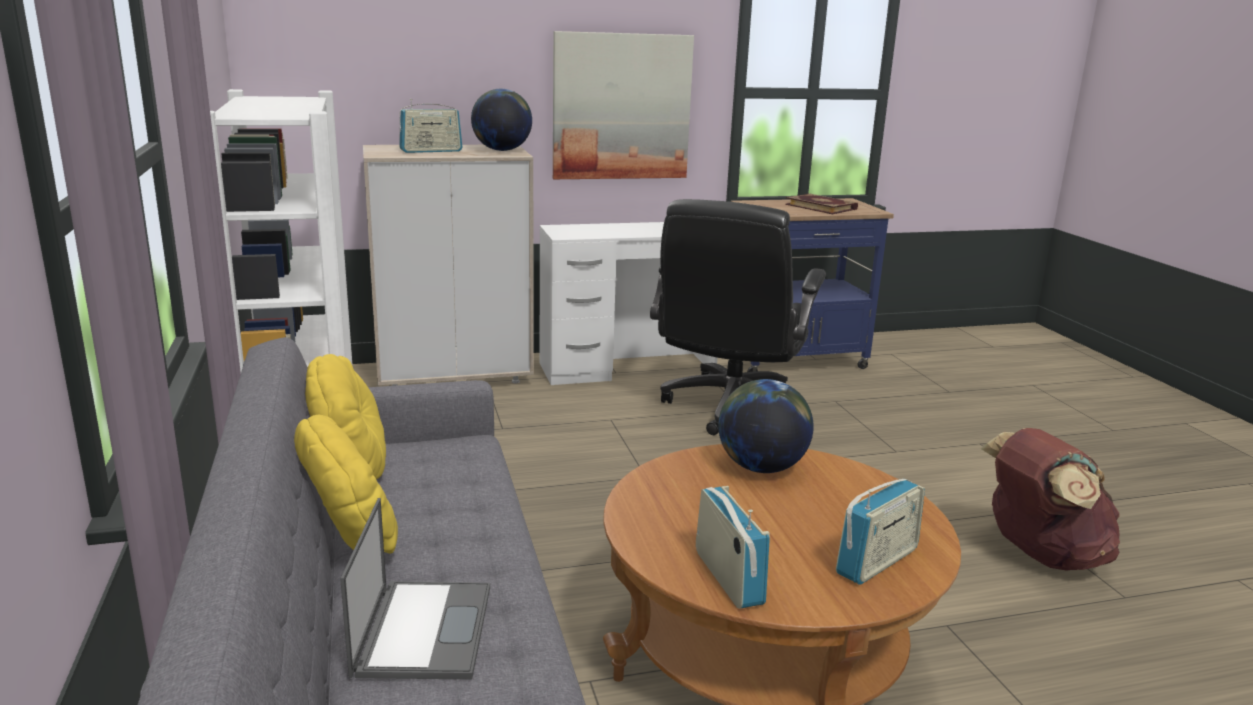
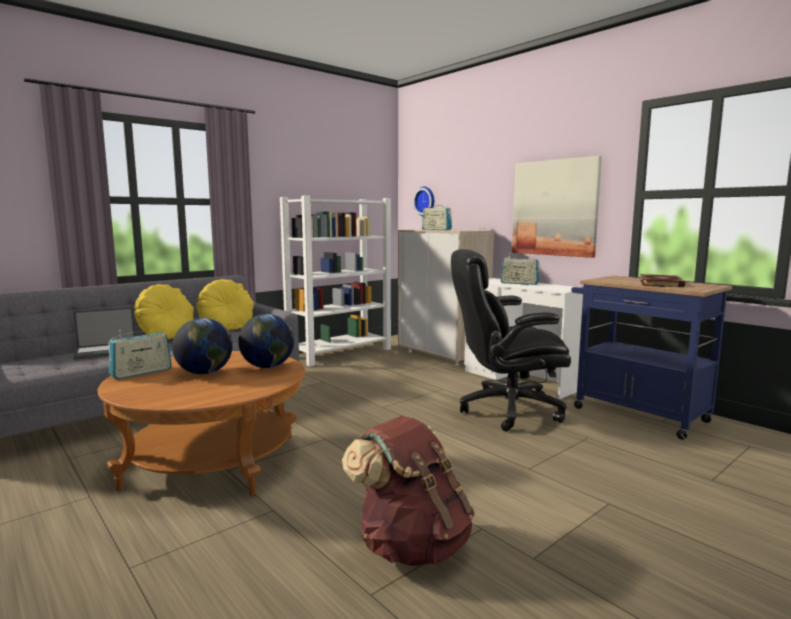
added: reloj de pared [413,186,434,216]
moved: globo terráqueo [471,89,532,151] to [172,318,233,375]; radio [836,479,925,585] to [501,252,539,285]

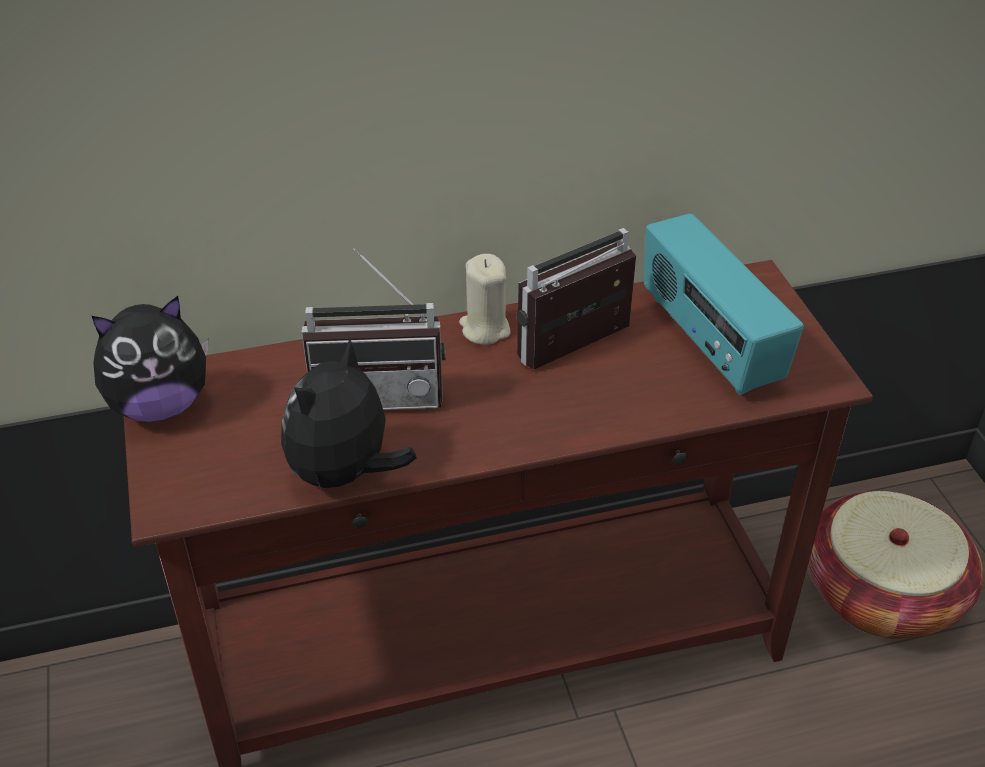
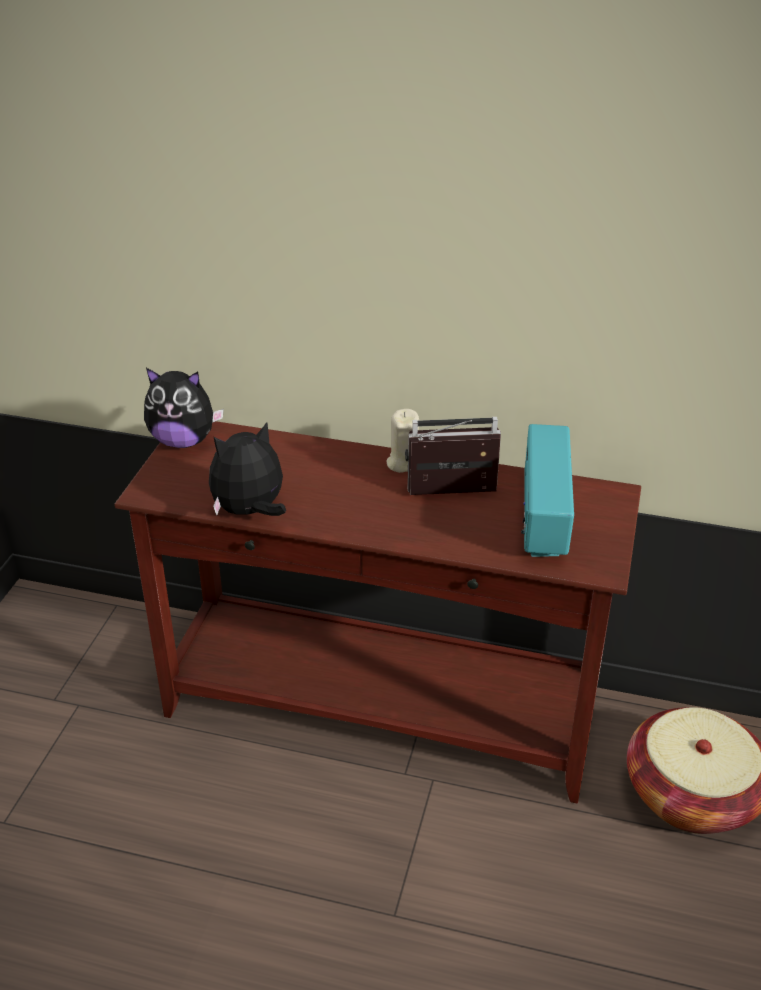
removed: radio [302,248,445,410]

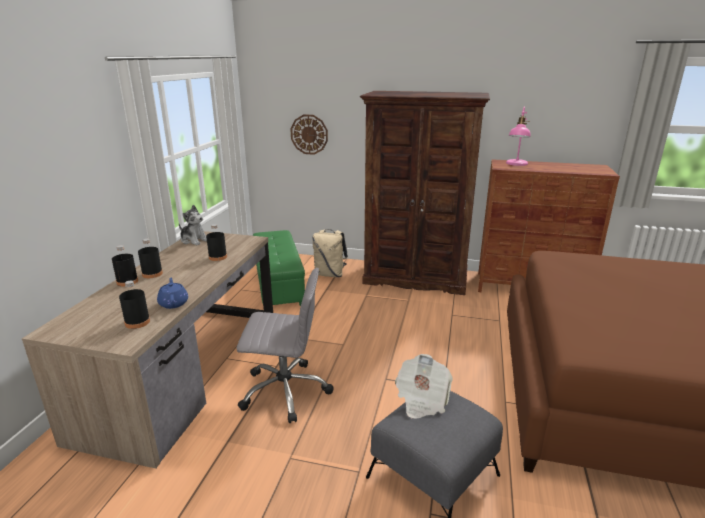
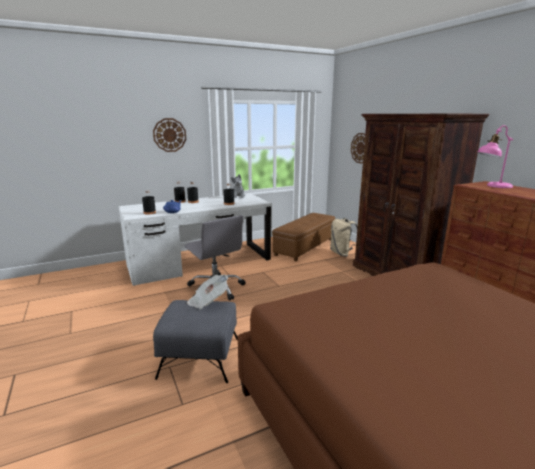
added: reloj de pared [153,118,186,152]
recoloured: escritorio [marrón] [22,231,273,468] to escritorio [blanco] [119,193,271,286]; puf [verde] [253,230,305,306] to puf [marrón] [272,213,335,261]

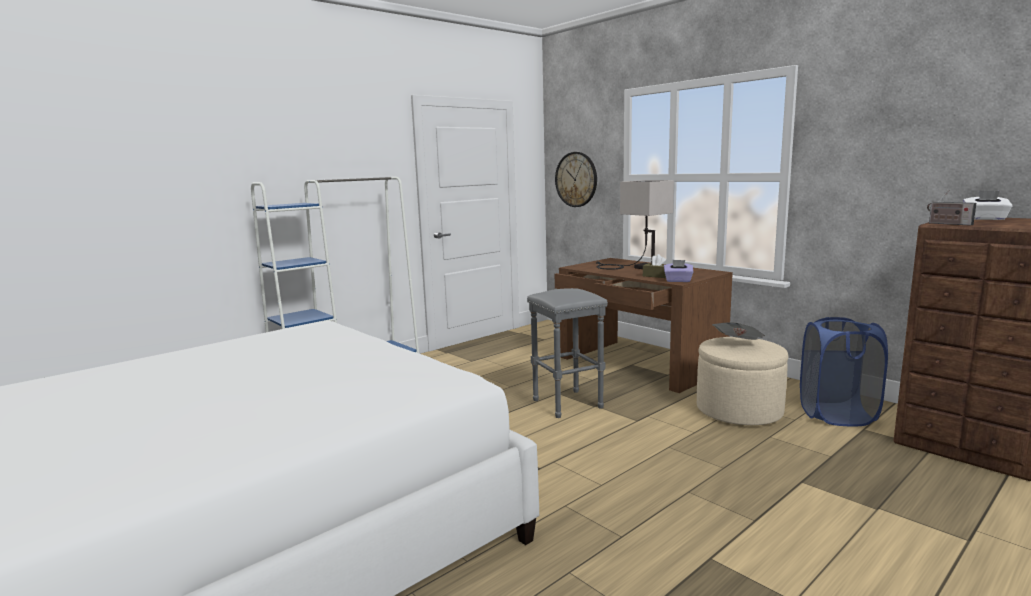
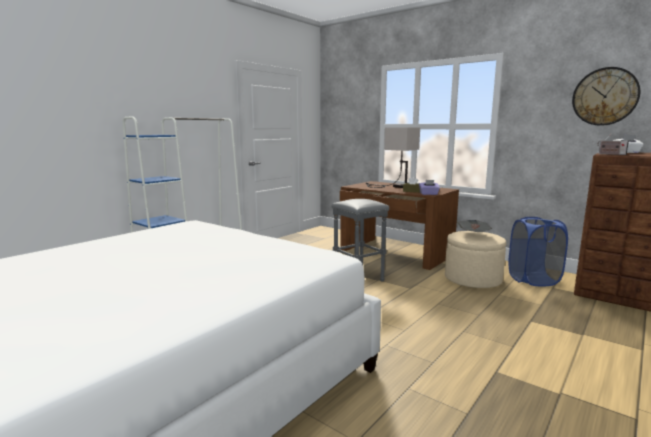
moved: reloj de pared [555,152,597,207] to [572,67,640,126]

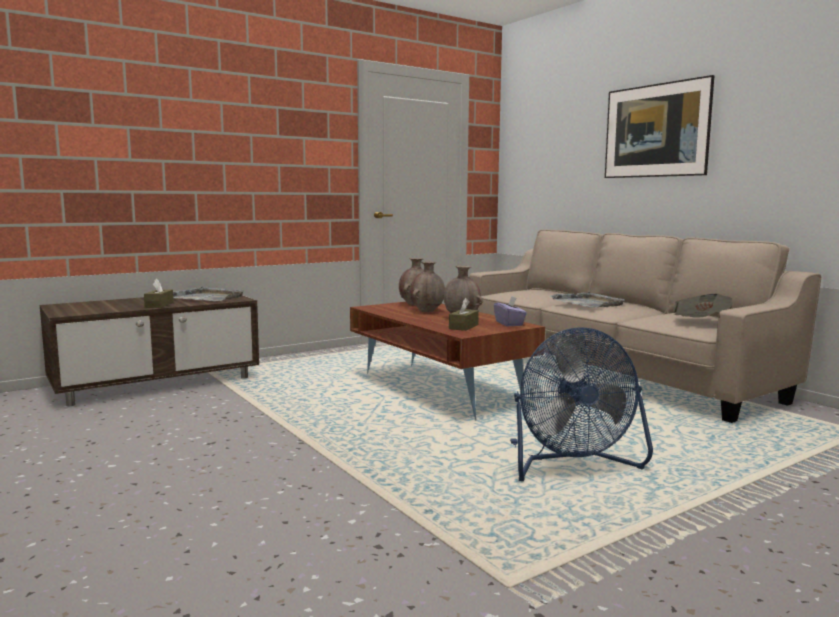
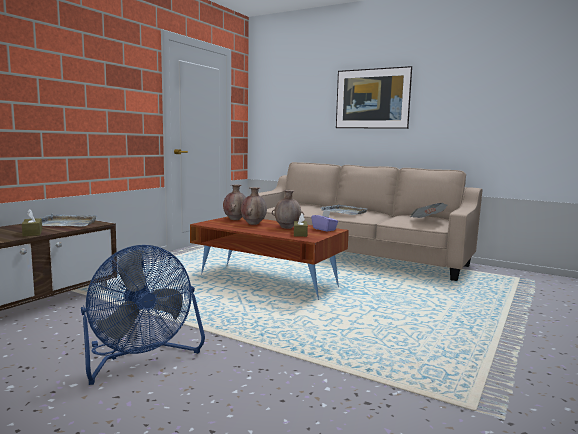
moved: ventilador [azul] [510,327,653,481] to [81,245,205,385]

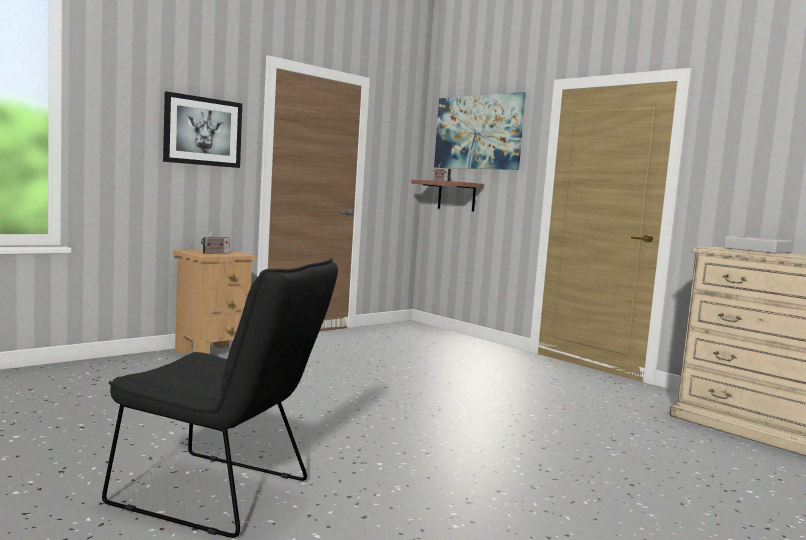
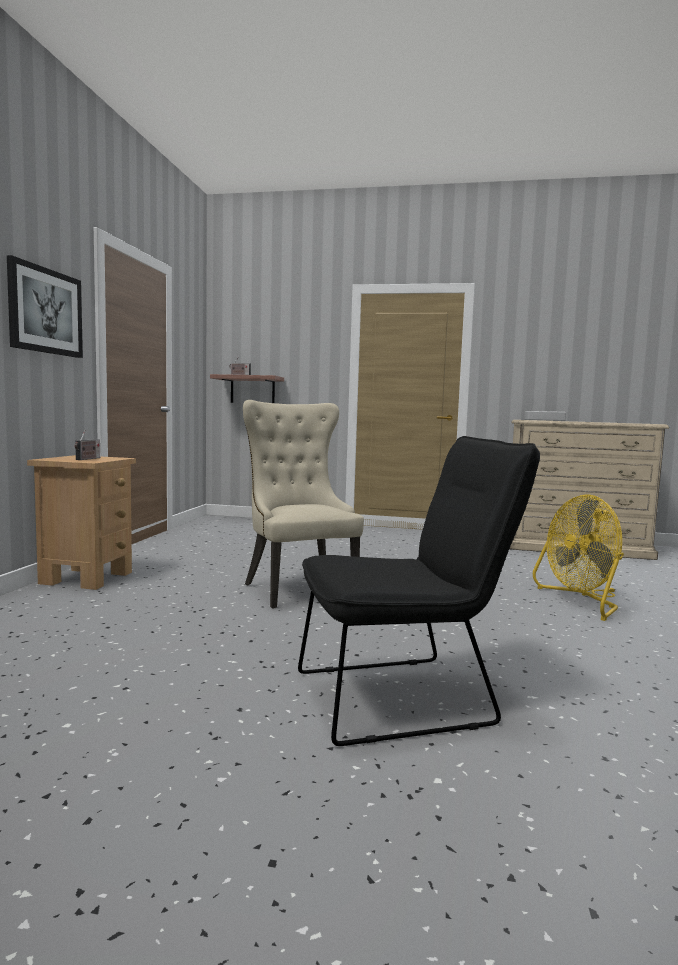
removed: cuadro [434,92,526,170]
added: silla [beis] [243,400,364,608]; ventilador [amarillo] [533,495,624,621]

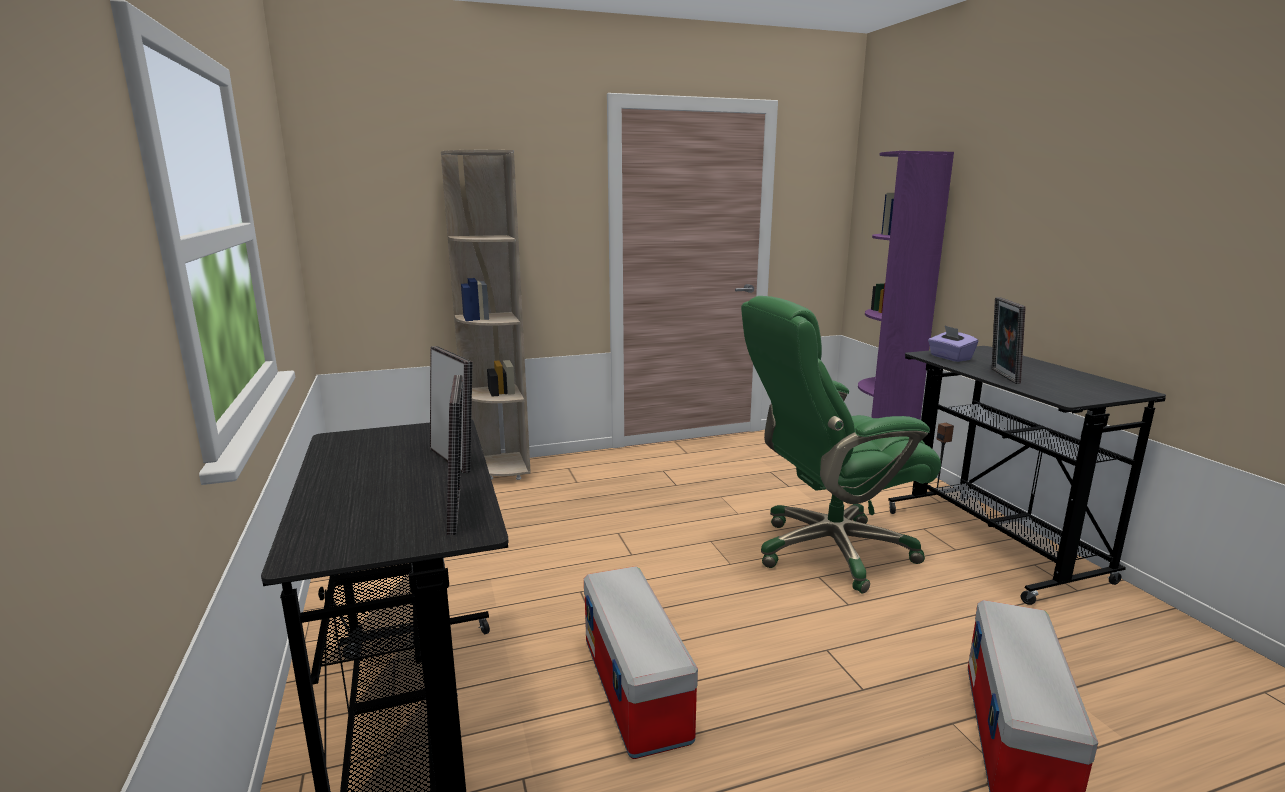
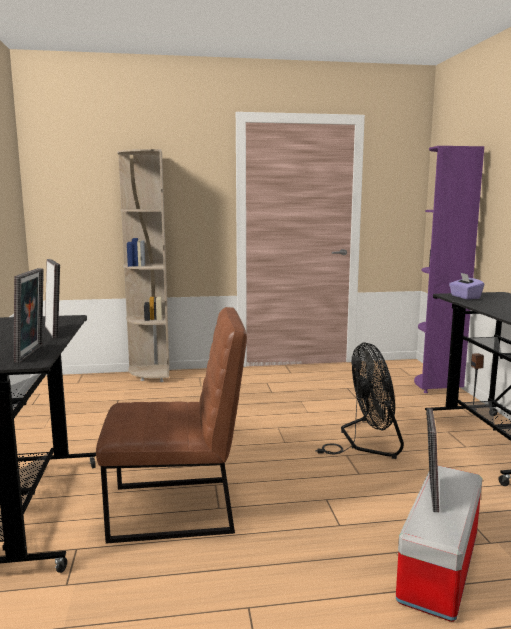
moved: portarretratos [991,297,1025,384] to [427,408,439,512]
replaced: caja de almacenaje [584,566,698,759] to silla [marrón] [96,307,247,544]; silla de oficina [verde] [741,296,941,594] to ventilador [negro] [315,342,404,459]

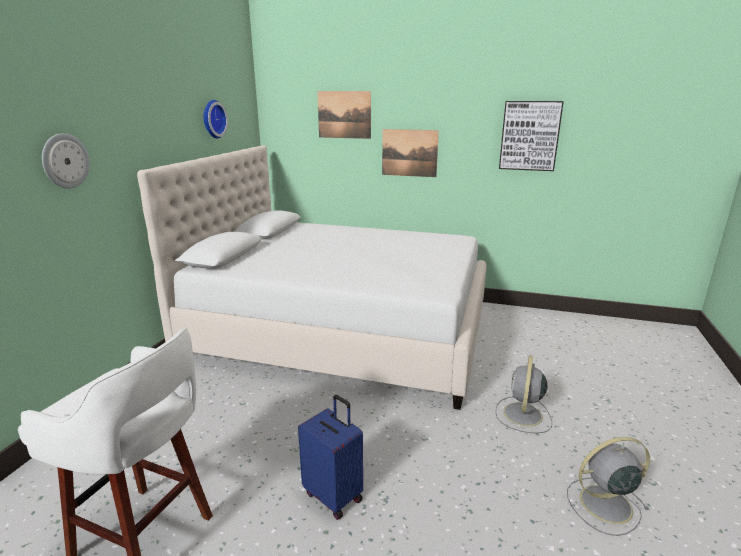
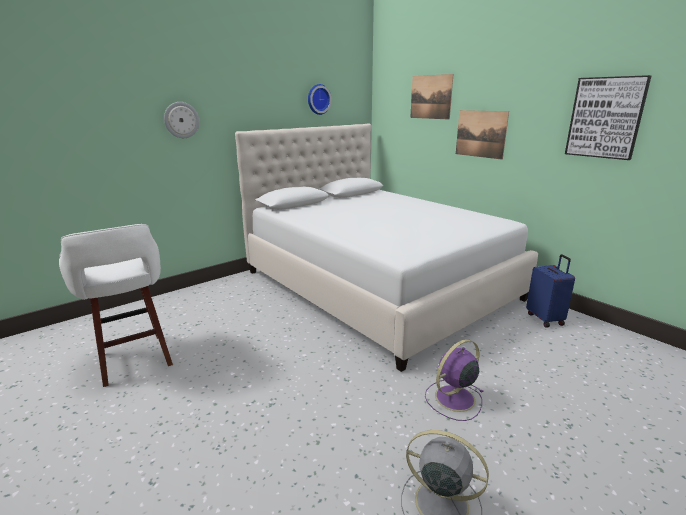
moved: maleta [azul] [298,395,363,520] to [526,254,575,328]
recoloured: ventilador [gris] [495,355,552,433] to ventilador [morado] [425,339,483,421]

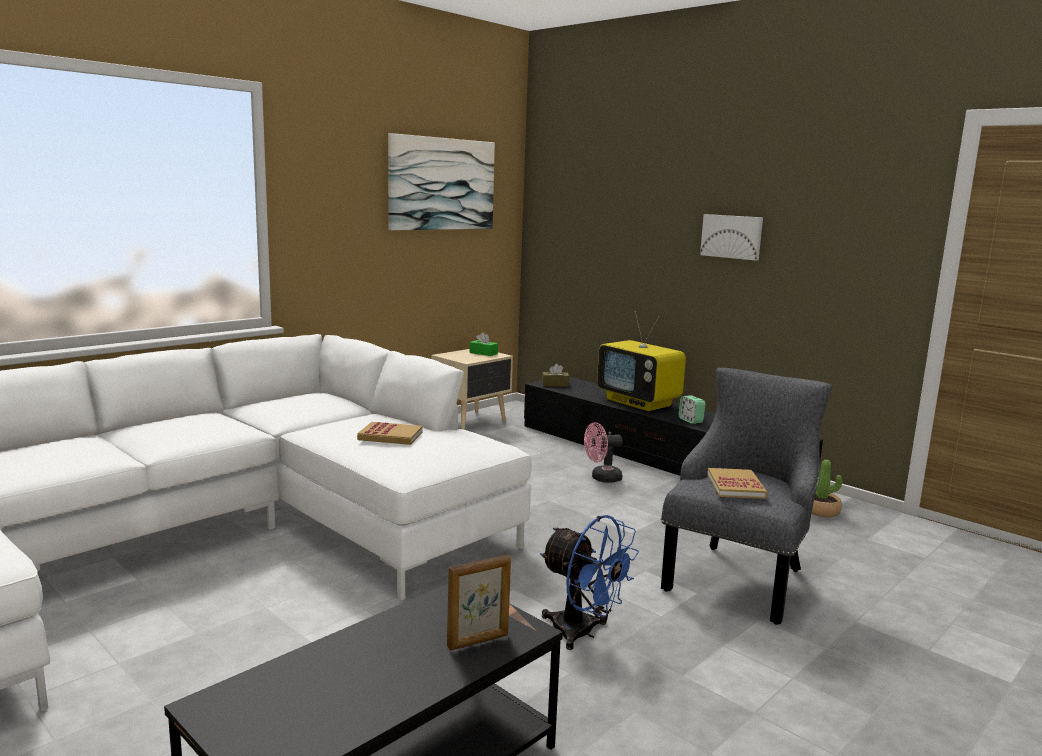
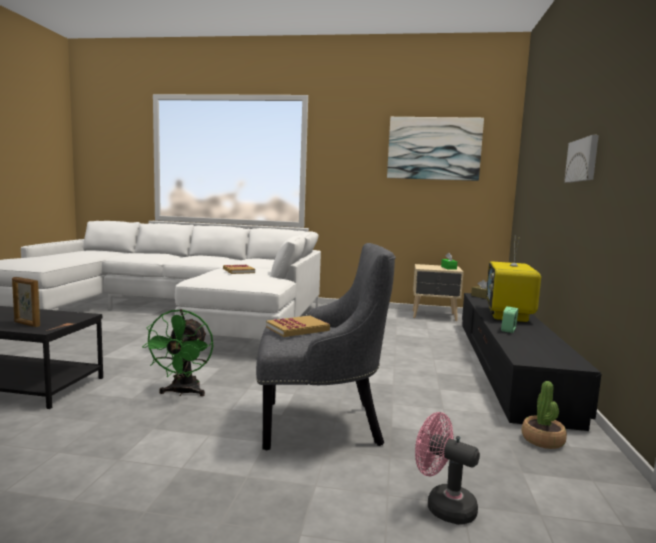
moved: ventilador [rosa] [584,422,623,483] to [415,412,480,525]
recoloured: ventilador [azul] [540,515,639,650] to ventilador [verde] [142,309,213,396]

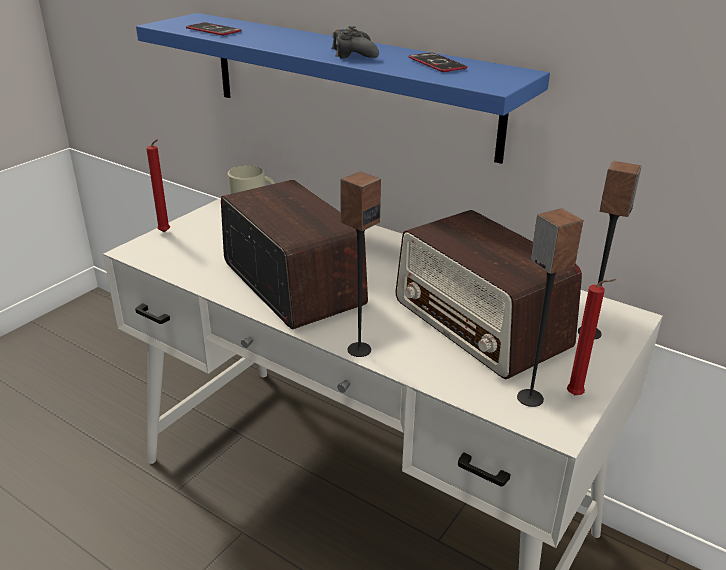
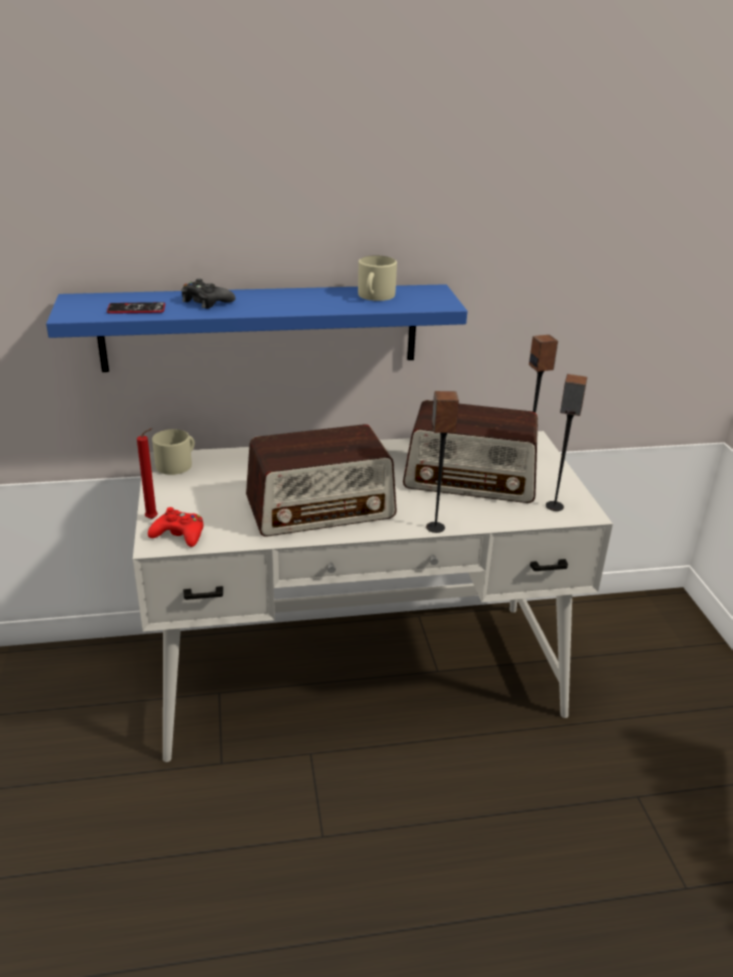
removed: vela [rojo] [567,279,616,395]
added: mando de consola [rojo] [148,507,203,547]
moved: mando de consola [negro] [331,26,379,59] to [181,279,235,309]
replaced: móvil [409,53,467,72] to taza grande [beis] [358,255,397,301]
turned: radio [221,180,368,330] = [246,424,397,537] 150 degrees clockwise

